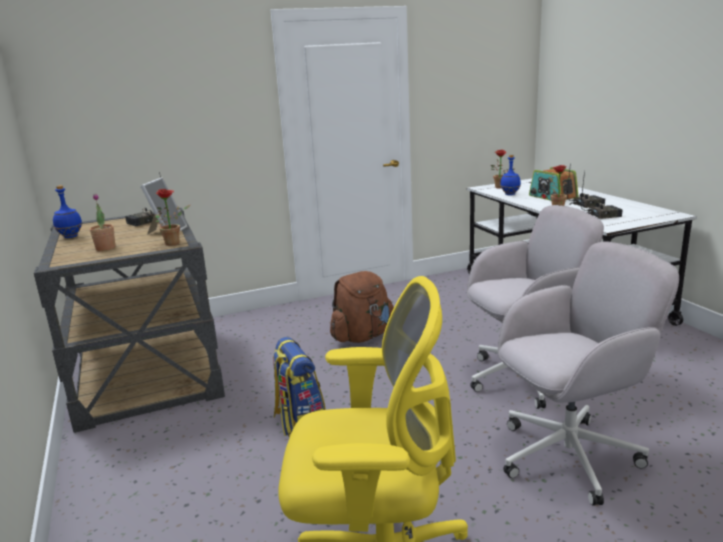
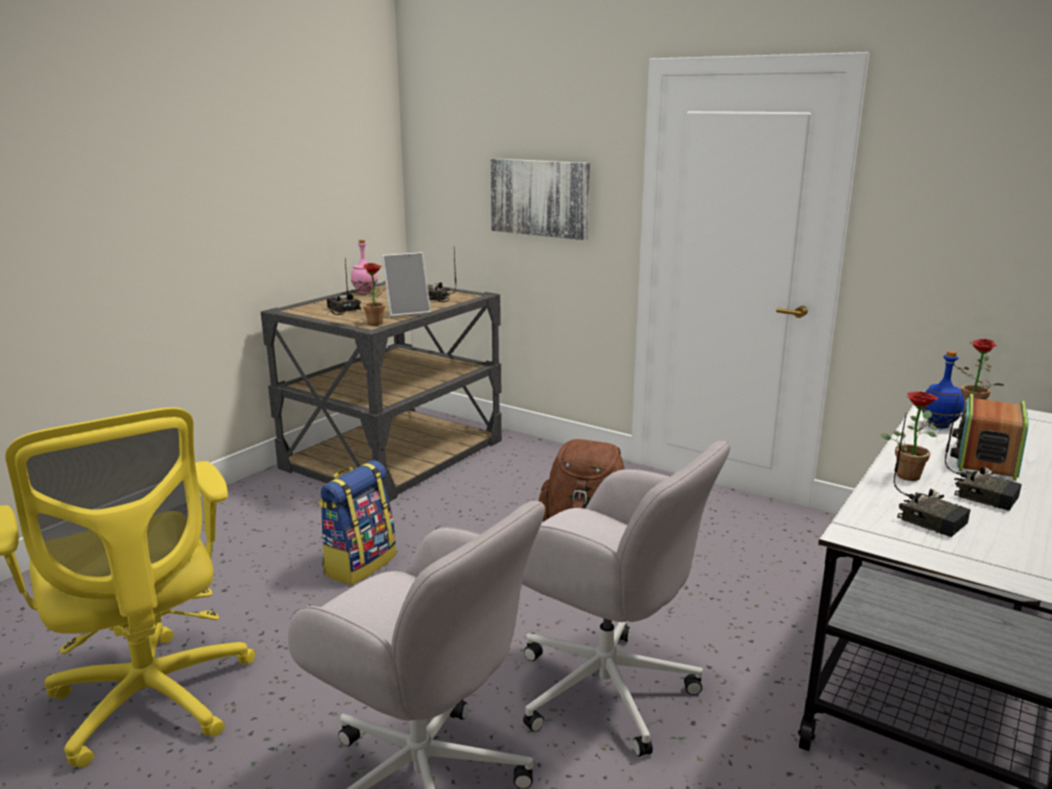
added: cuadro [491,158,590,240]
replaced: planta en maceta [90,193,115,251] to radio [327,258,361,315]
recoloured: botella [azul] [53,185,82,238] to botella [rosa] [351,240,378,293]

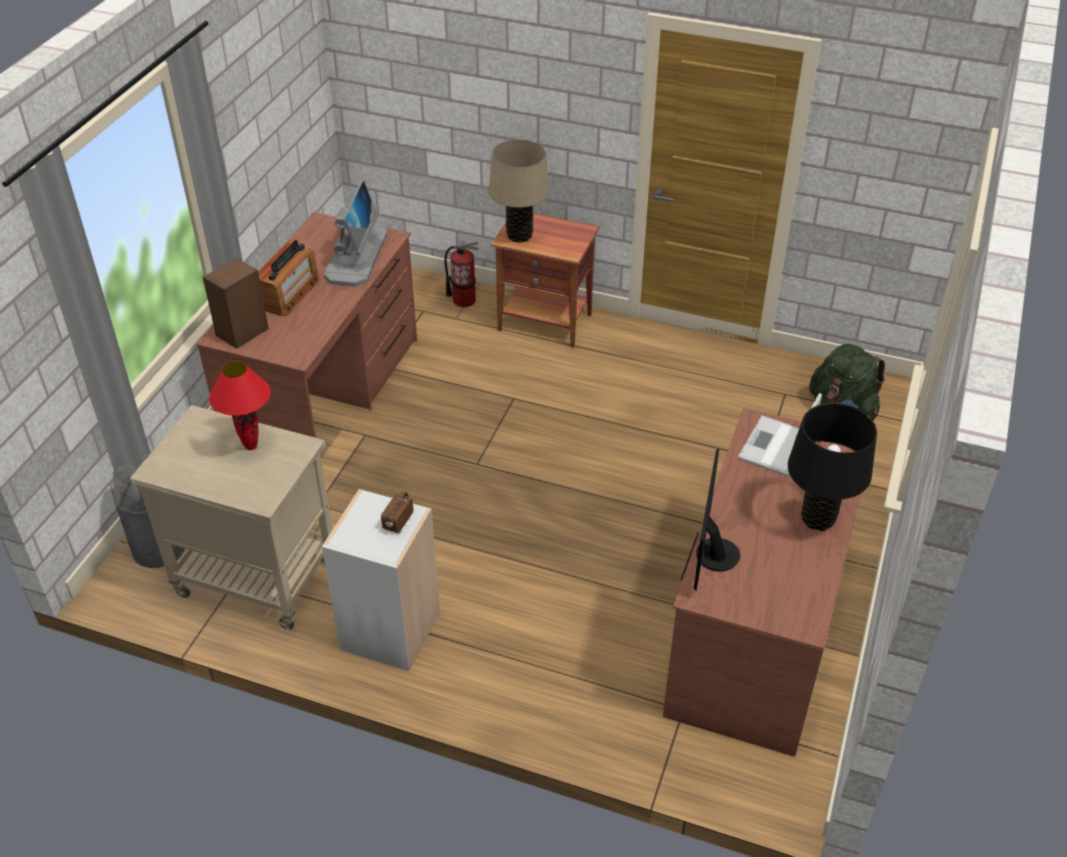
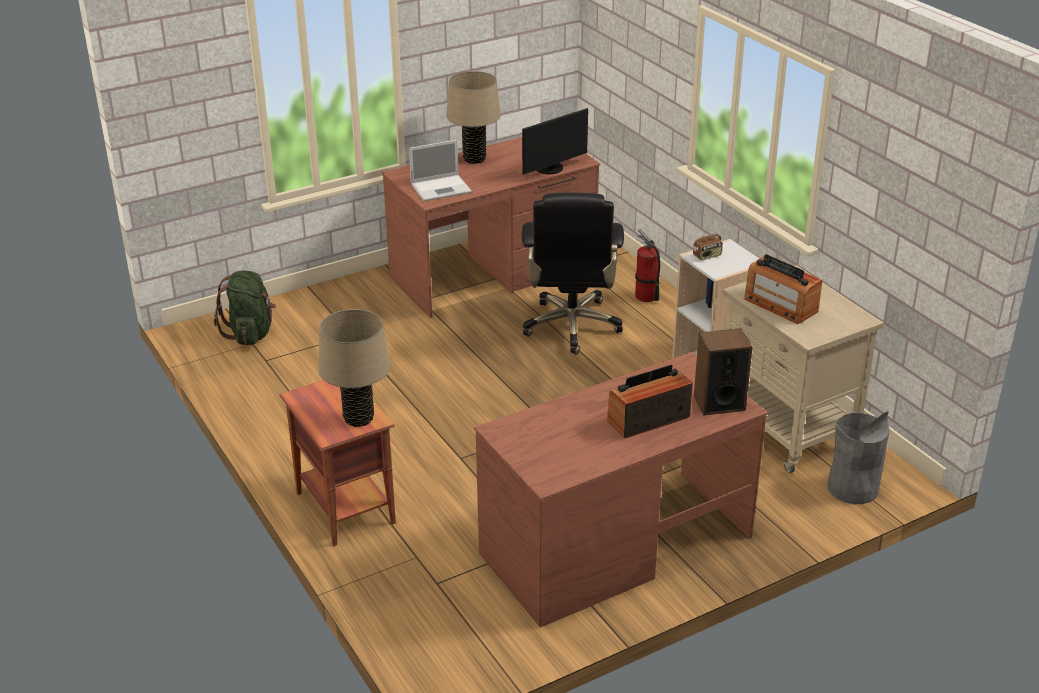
removed: monitor [324,181,388,287]
added: silla de oficina [negro] [522,193,624,355]
moved: extintor [444,242,479,307] to [635,229,660,302]
replaced: lámpara de mesa [rojo] [209,361,271,450] to radio [745,254,823,324]
recoloured: lámpara de mesa [negro] [788,403,877,531] to lámpara de mesa [beis] [447,71,501,164]

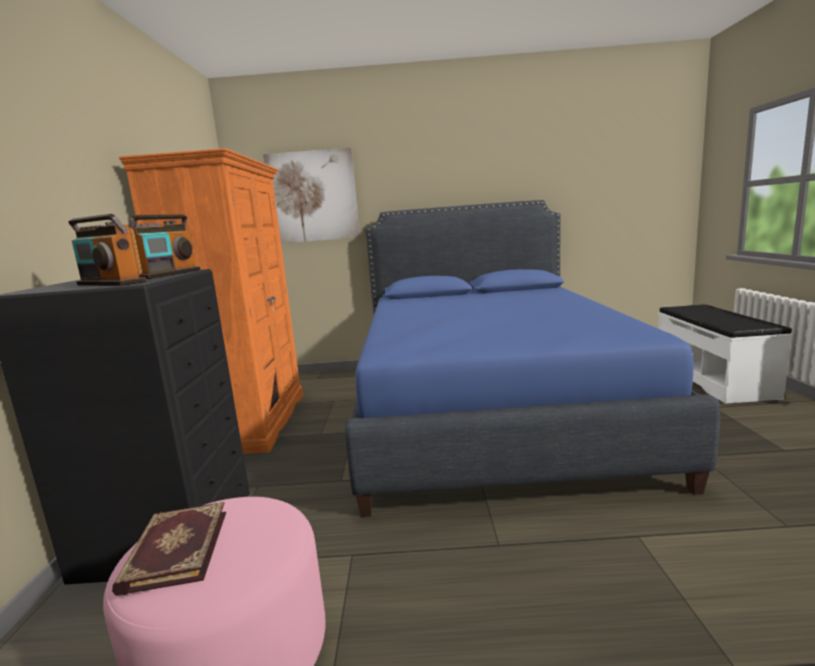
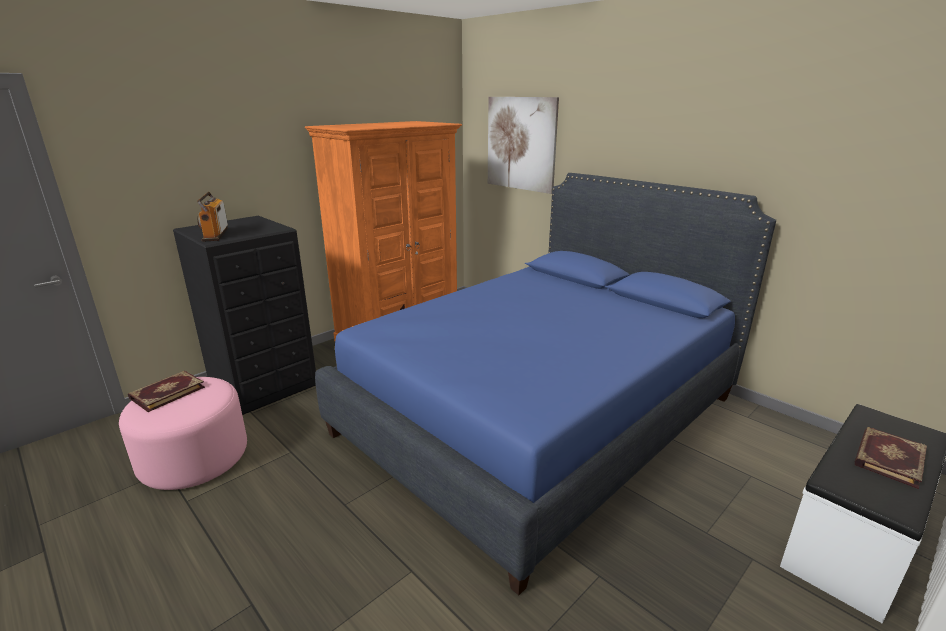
removed: radio [128,214,200,279]
added: libro [855,427,927,489]

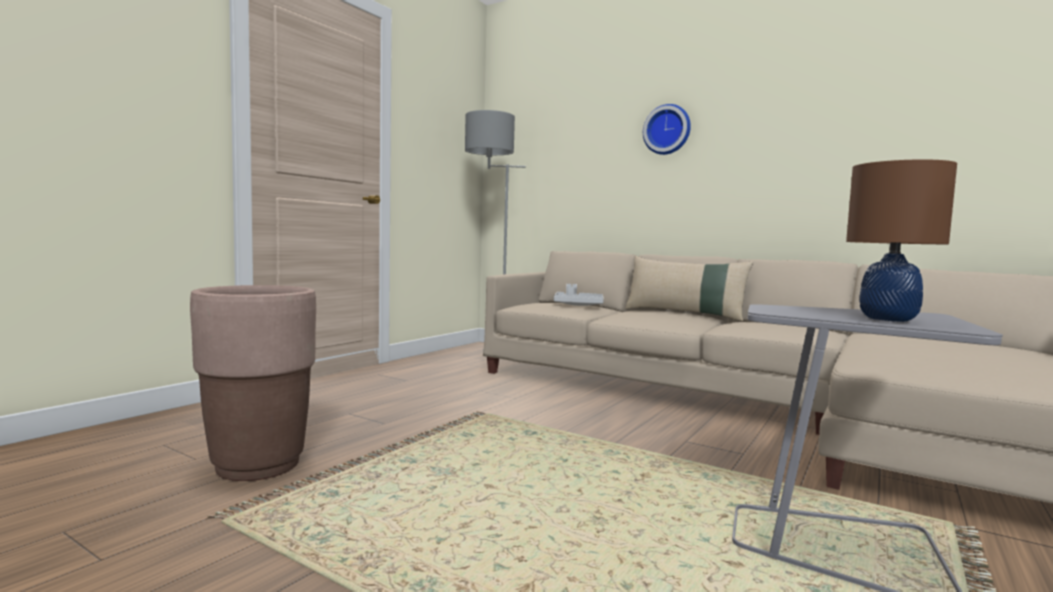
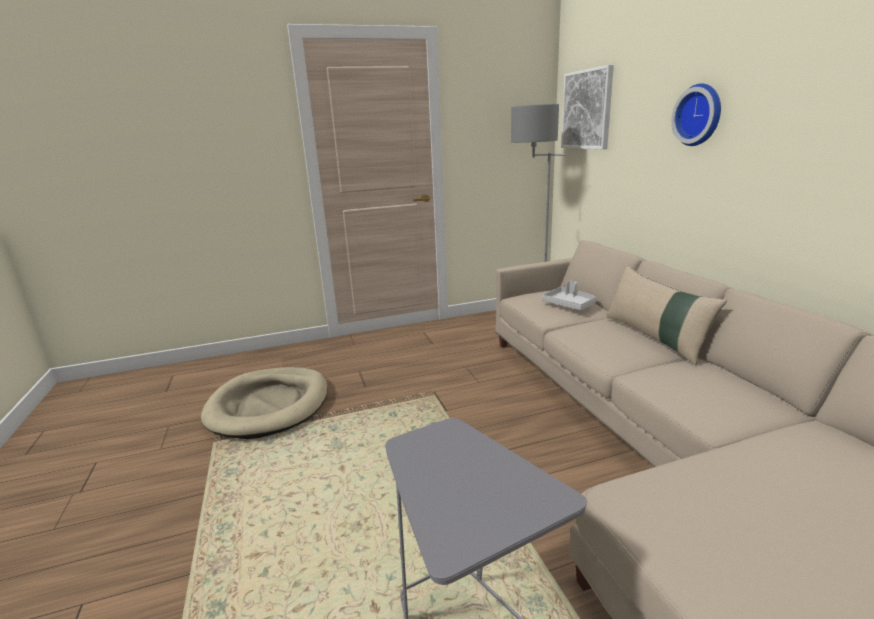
removed: lámpara de mesa [marrón] [846,159,957,322]
added: cuadro [561,65,614,149]
replaced: maceta [marrón] [190,285,316,481] to cama para perro [beis] [201,367,328,439]

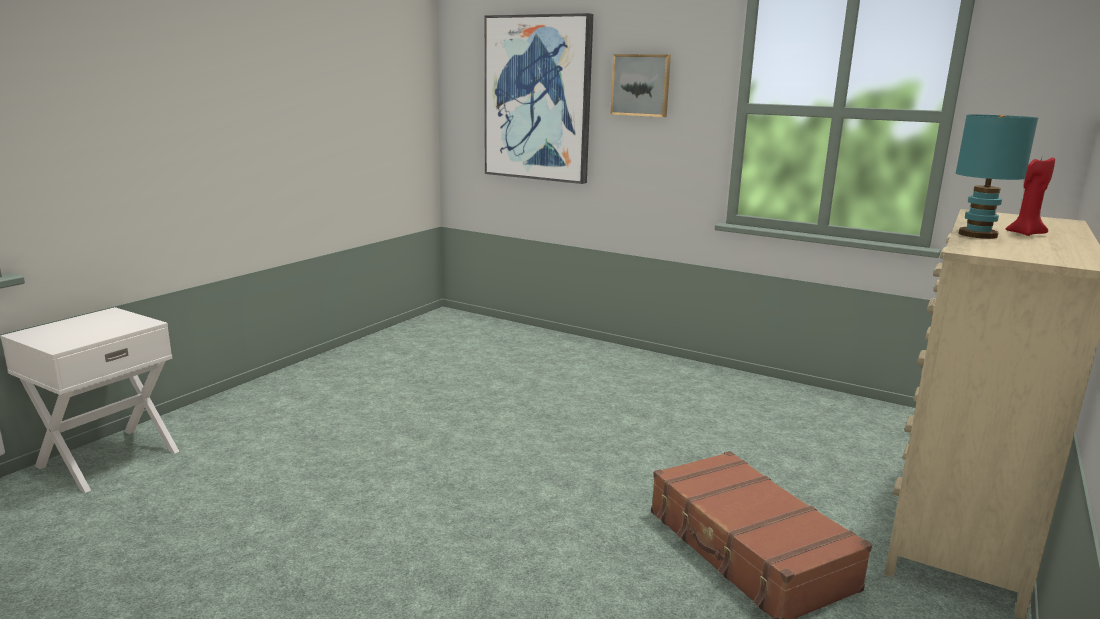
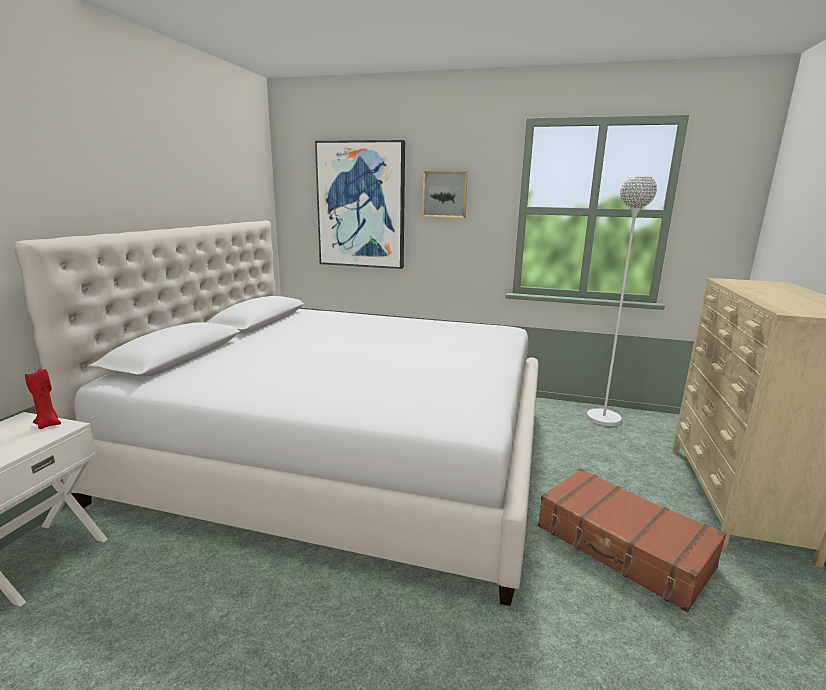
removed: lámpara de mesa [turquesa] [956,115,1038,239]
added: cama [blanco] [14,220,539,606]; lámpara de pie [blanco] [587,176,657,426]
moved: vela [rojo] [1006,154,1055,236] to [25,369,61,429]

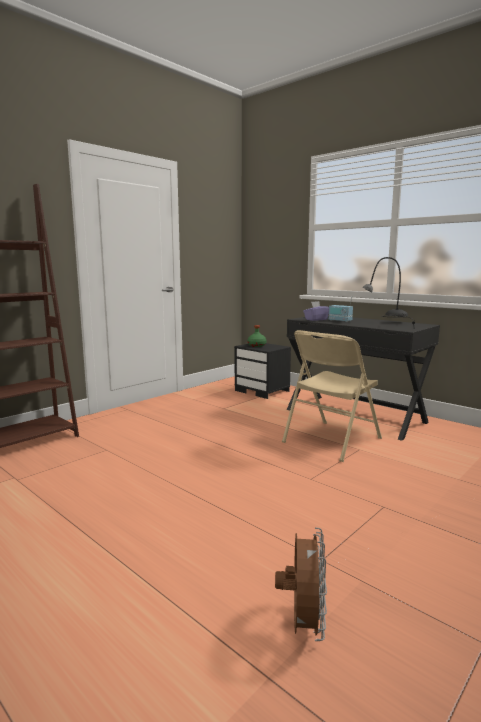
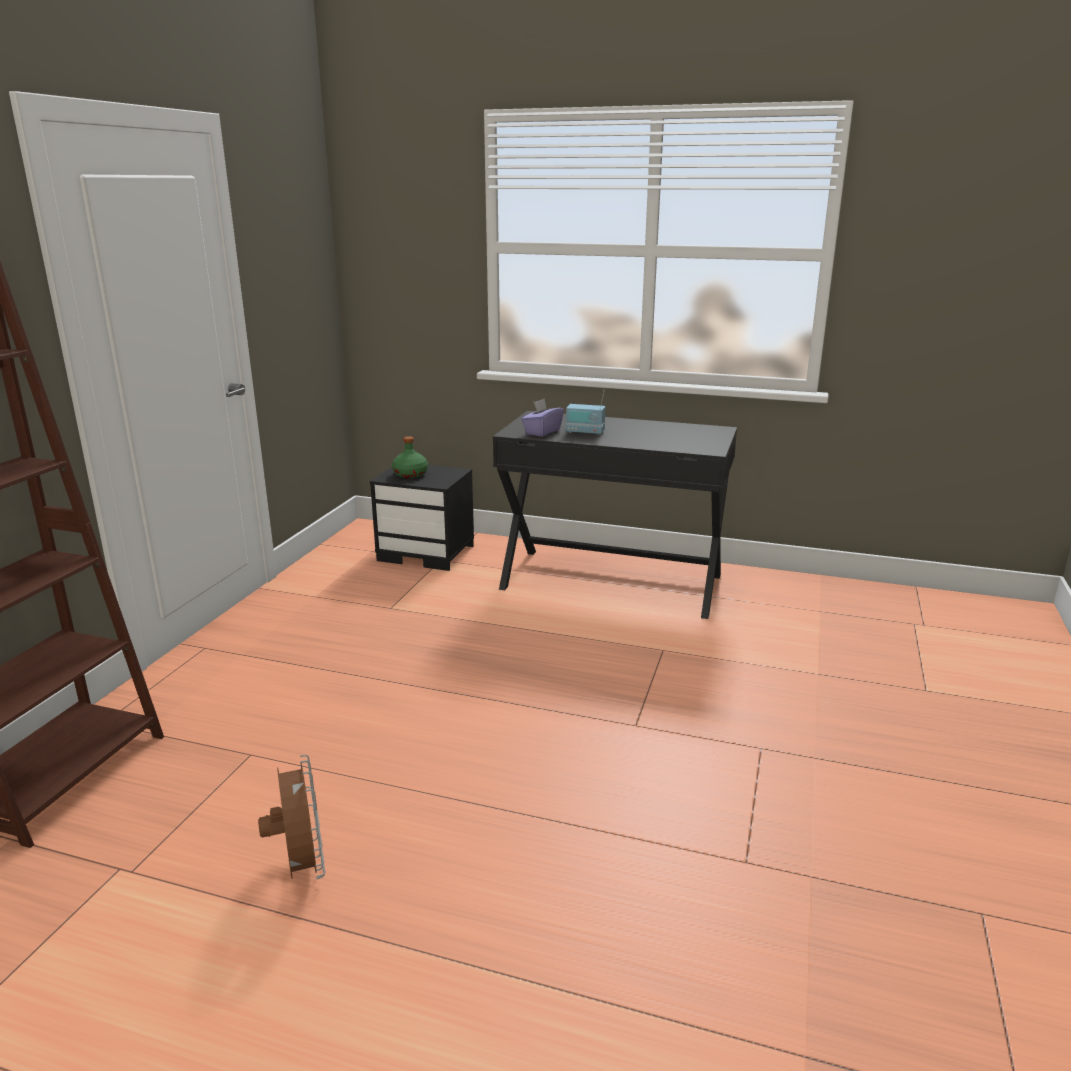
removed: silla [beis] [282,330,382,462]; lámpara de mesa [gris] [363,257,415,327]
moved: ventilador [marrón] [275,528,327,641] to [258,755,325,879]

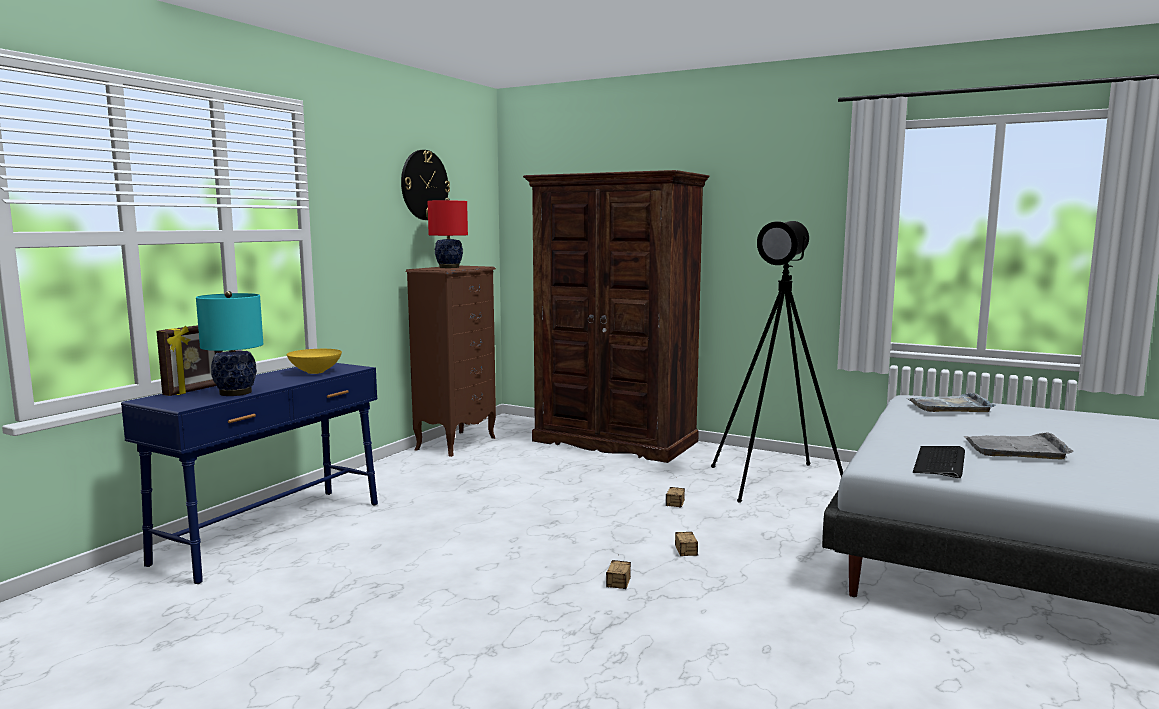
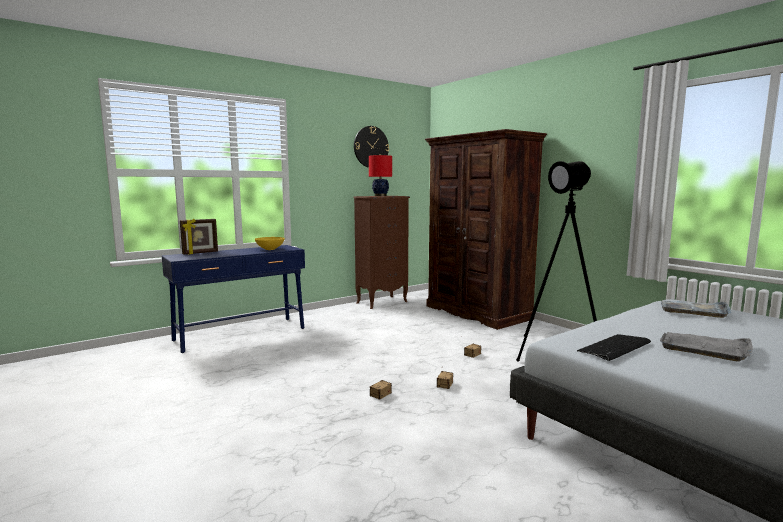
removed: lámpara de mesa [turquesa] [196,291,263,396]

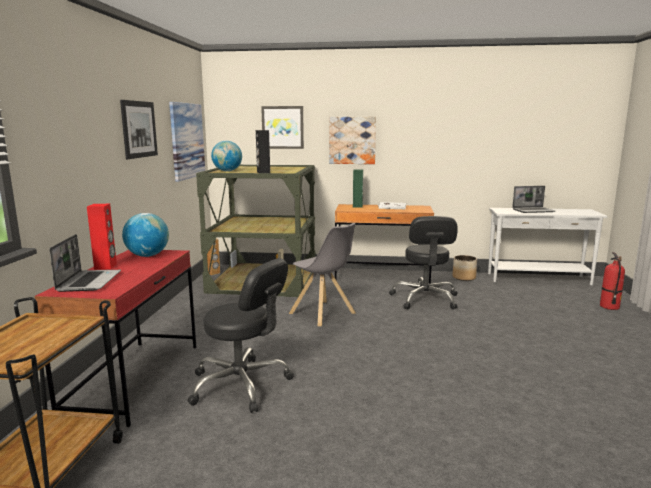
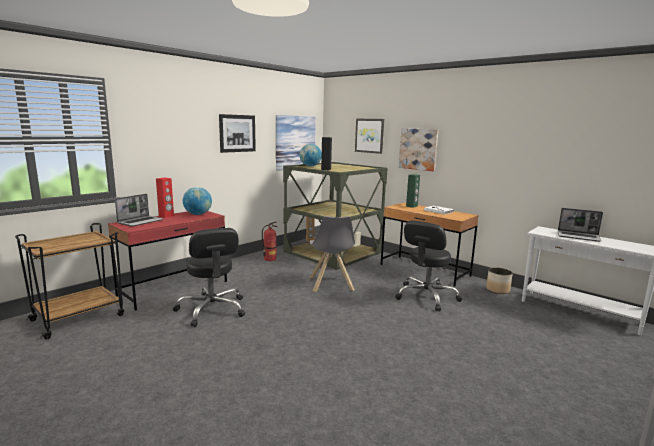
moved: extintor [600,252,625,310] to [262,222,277,261]

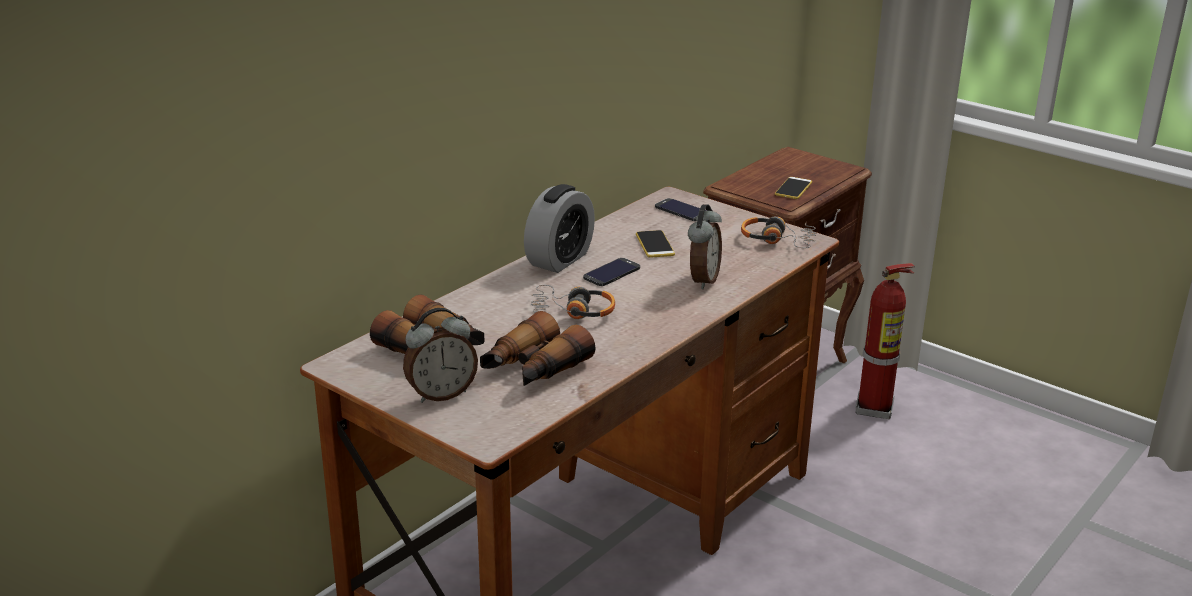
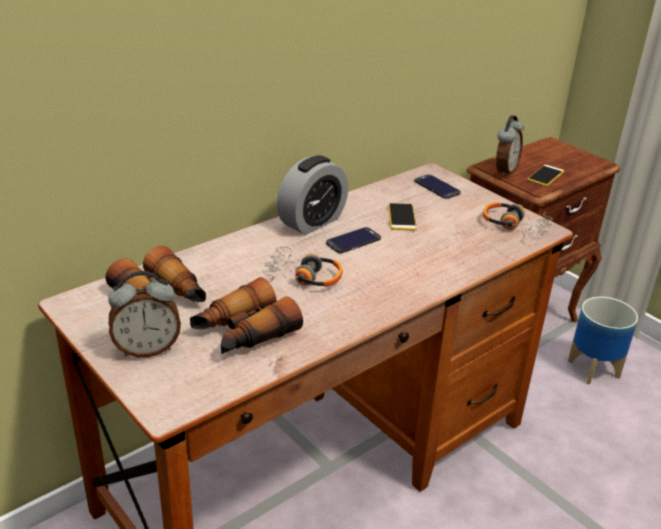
moved: despertador [688,204,722,289] to [496,115,524,177]
replaced: extintor [855,263,915,419] to maceta [568,297,638,385]

